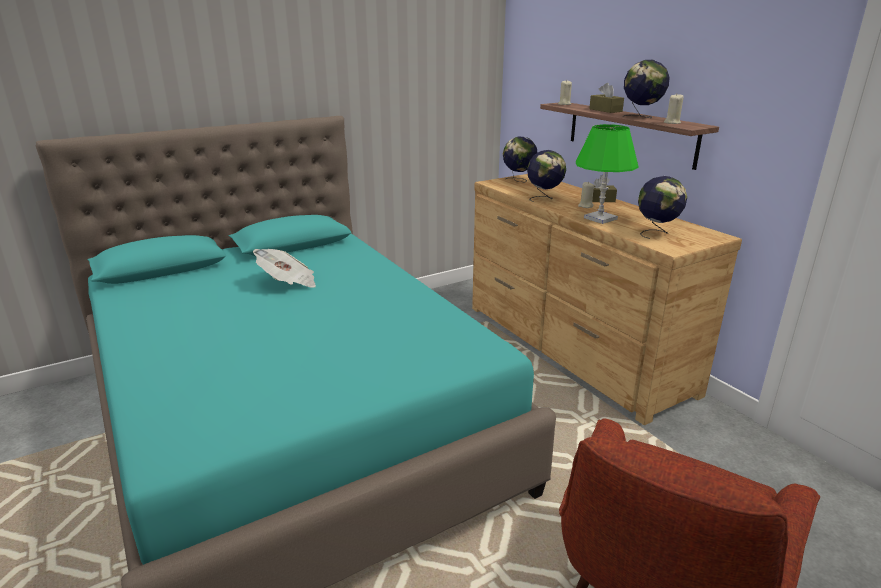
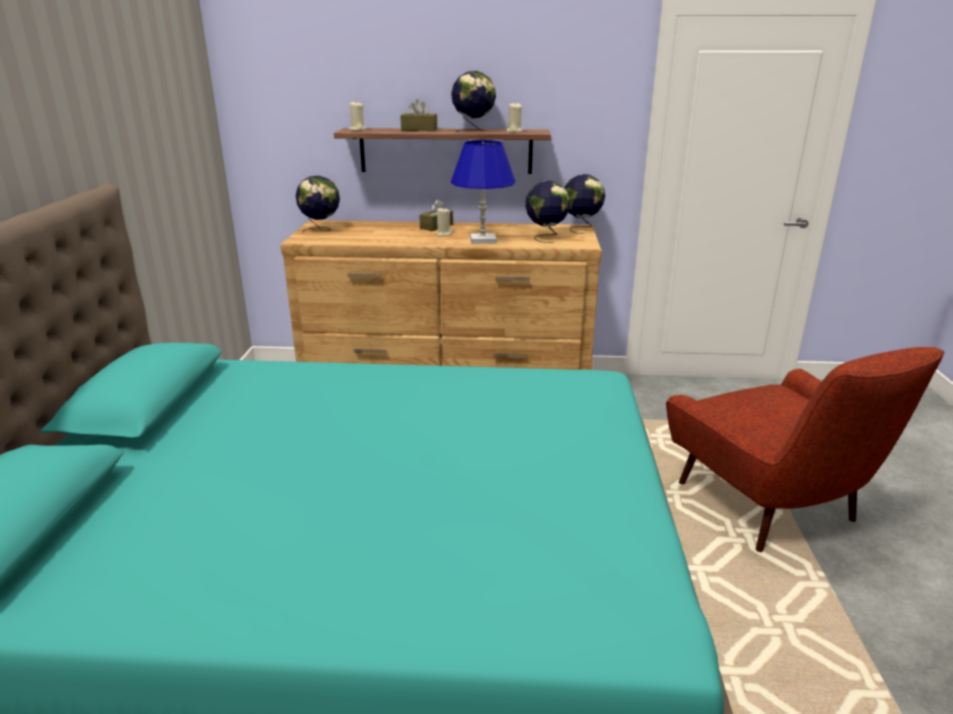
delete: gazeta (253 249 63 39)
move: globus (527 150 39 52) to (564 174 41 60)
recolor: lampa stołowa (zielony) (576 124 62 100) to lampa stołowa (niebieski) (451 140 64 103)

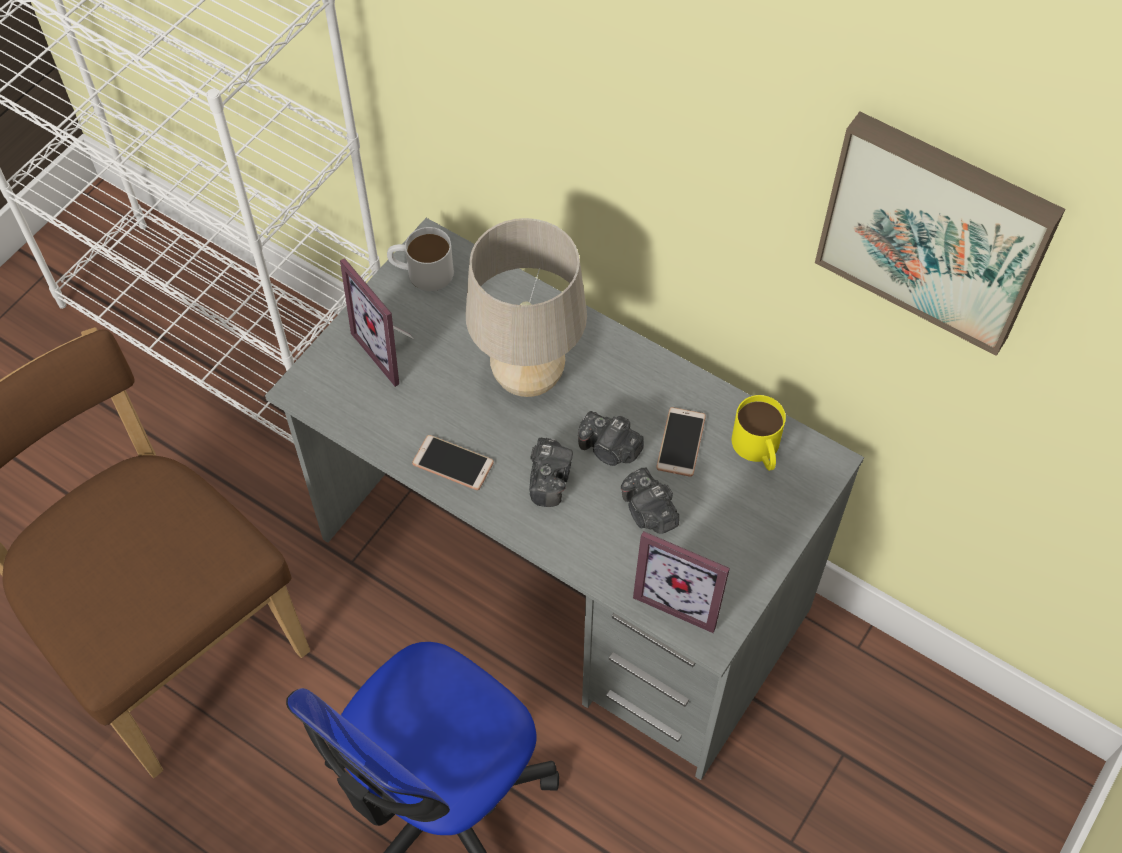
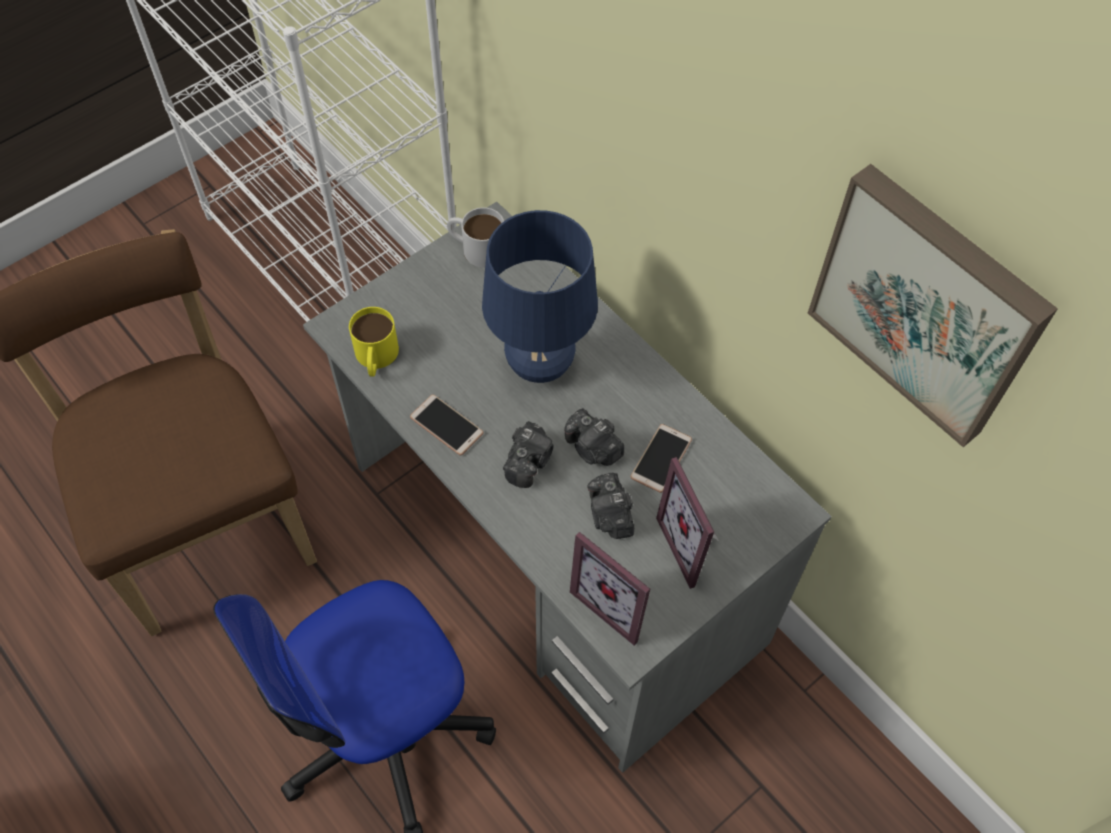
move: kubek (żółty) (732 395 54 76) to (349 307 50 70); ramka na zdjęcie (340 258 74 129) to (656 457 63 132)
recolor: lampa stołowa (beżowy) (466 218 121 179) to lampa stołowa (niebieski) (482 210 116 173)

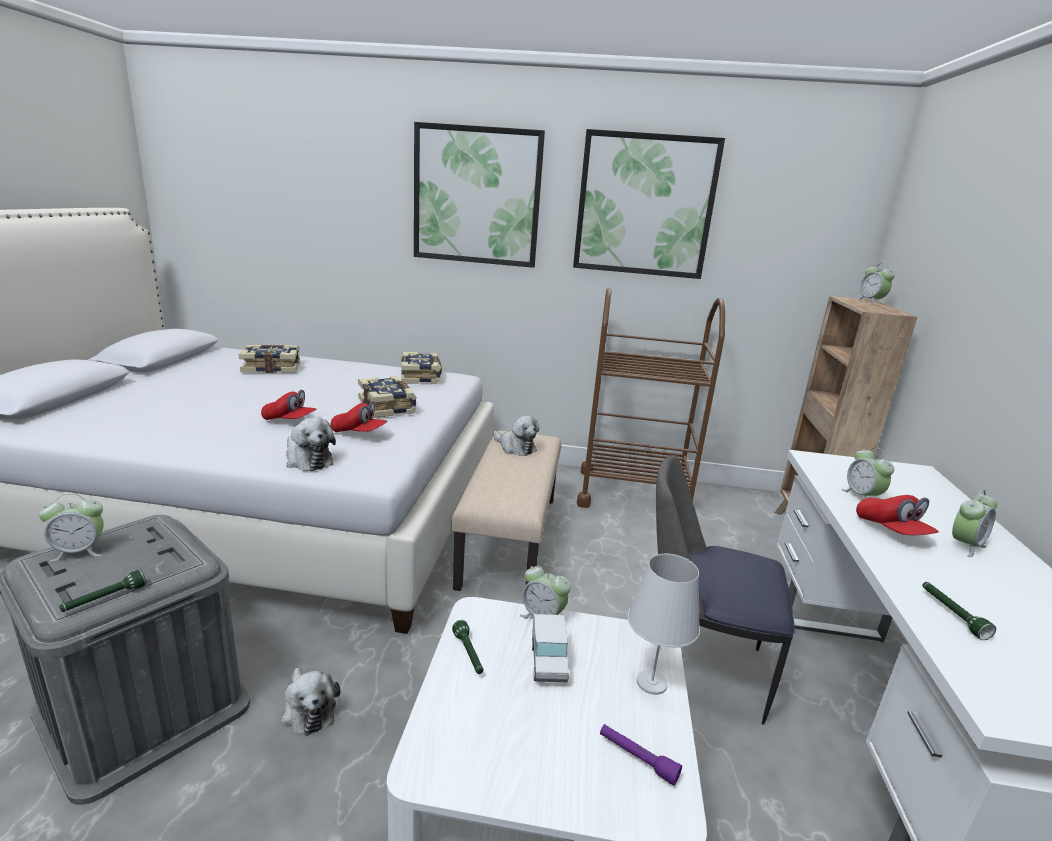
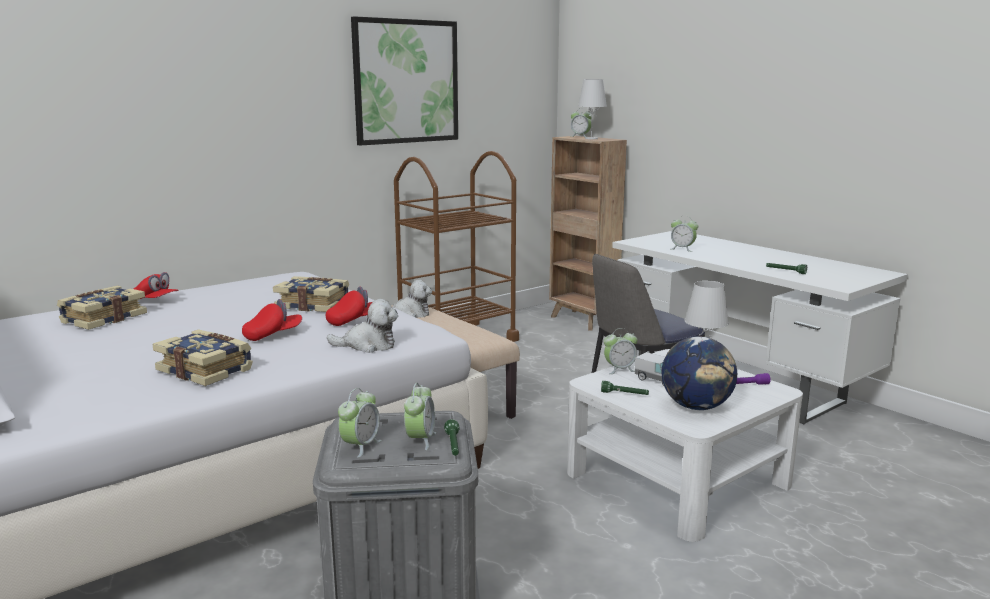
delete: pluszak (281 668 59 68); obraz (414 122 131 146)
insert: lampa stołowa (biały) (578 79 29 60); globus (662 336 75 74)
move: czapka z daszkiem (czerwony) (856 495 83 40) to (133 272 46 27); książka (401 352 41 32) to (152 329 101 57); budzik (952 490 45 67) to (404 383 32 67)

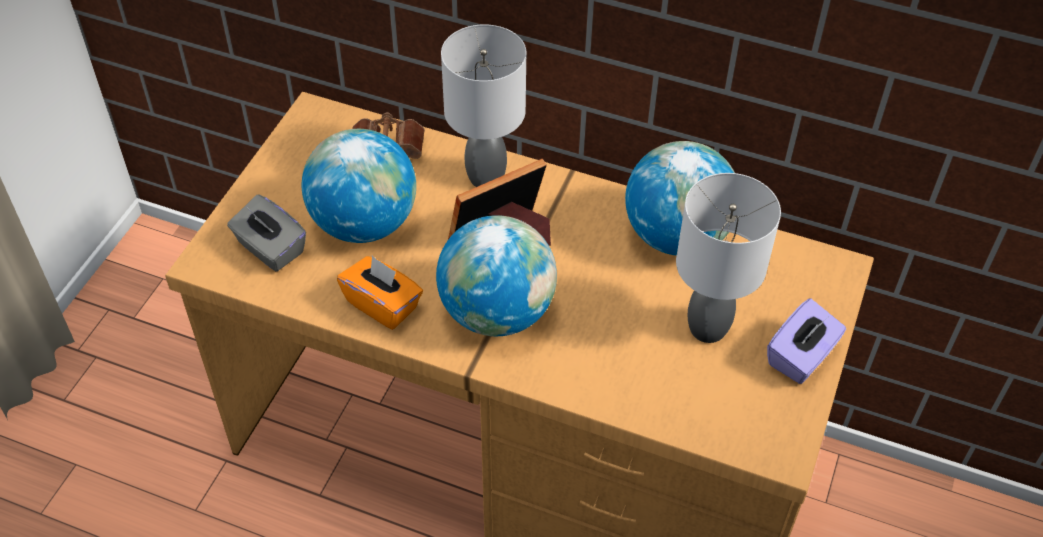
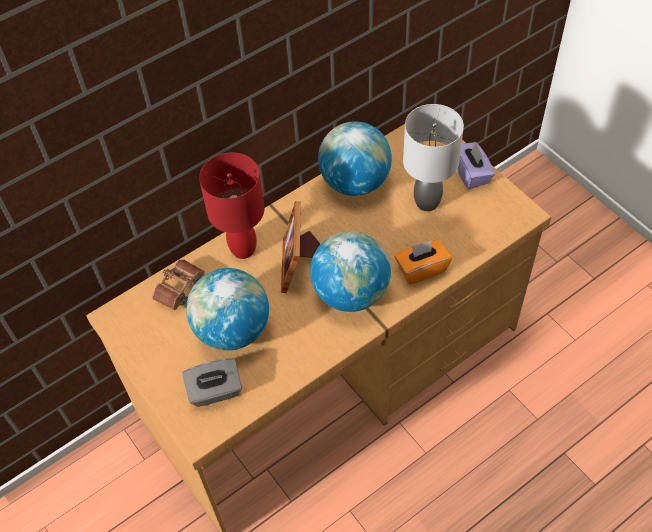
move: pudełko chusteczek (pomarańczowy) (337 255 86 75) to (395 240 57 44)
recolor: lampa stołowa (szary) (441 24 85 163) to lampa stołowa (czerwony) (199 153 66 106)

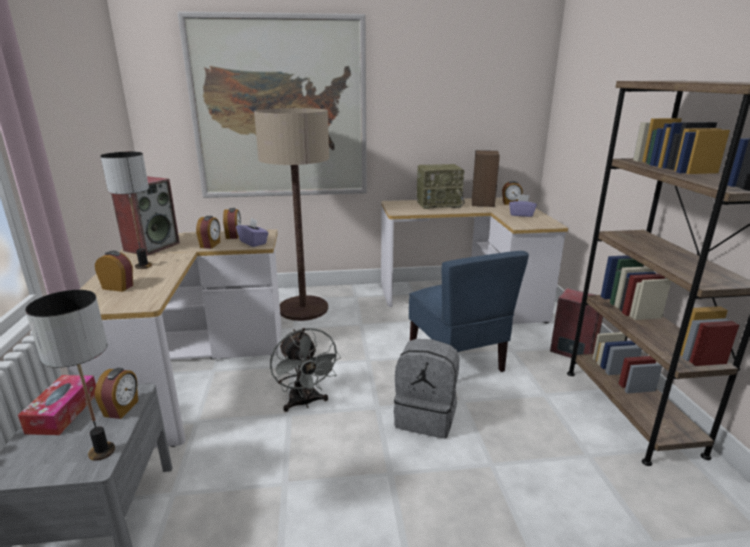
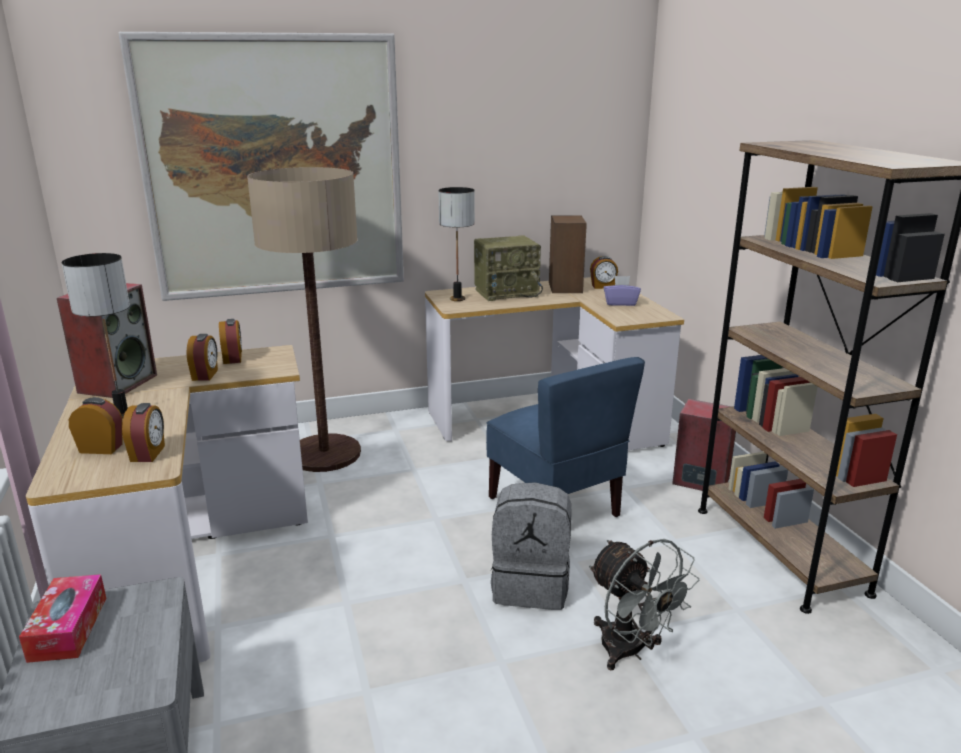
delete: pudełko chusteczek (fioletowy) (236 218 33 29)
move: budzik (95 368 43 51) to (122 403 43 59); lampa stołowa (25 290 90 171) to (438 187 37 114); wentylator (szary) (270 328 71 84) to (589 539 111 132)

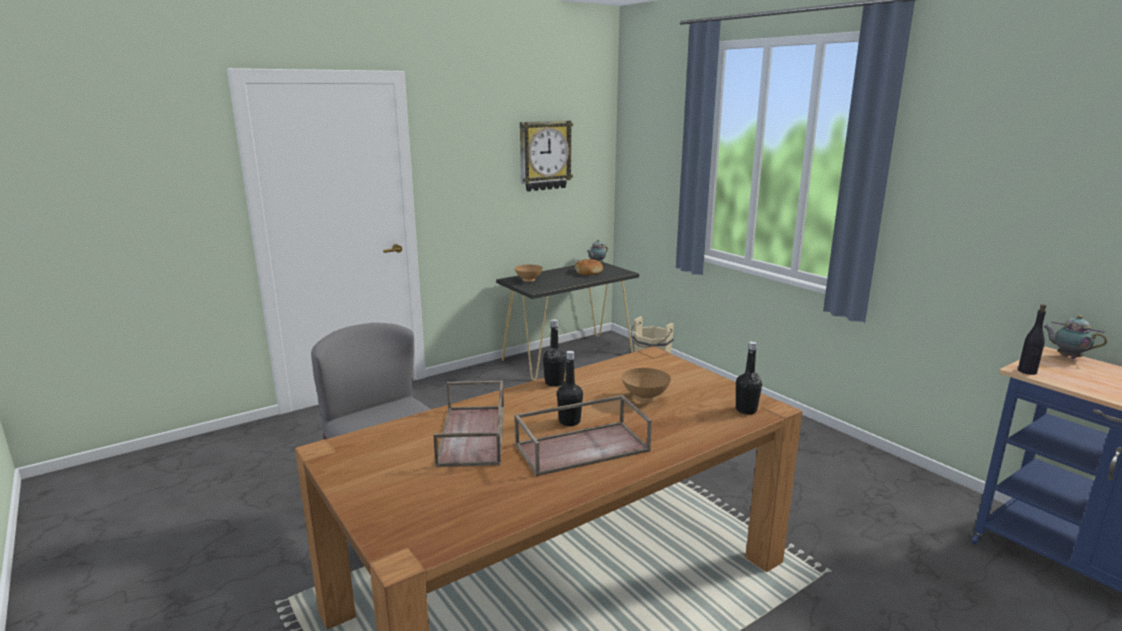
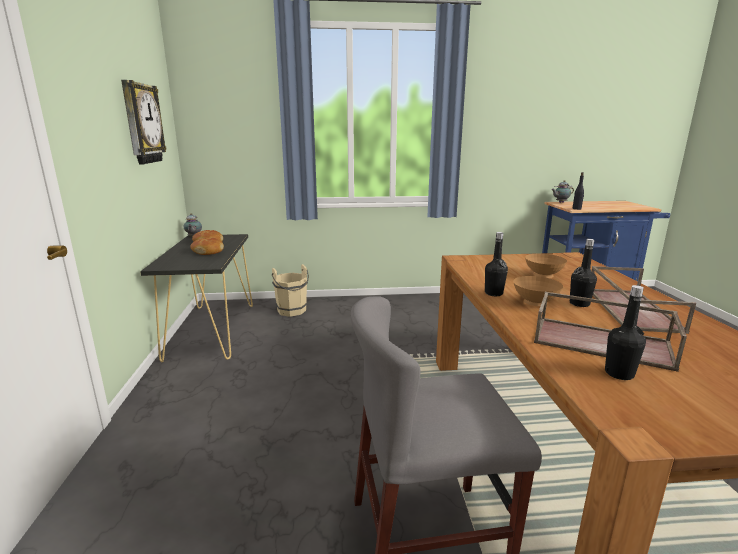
insert: chleb (190 237 34 18)
move: miska (brązowy) (515 265 28 17) to (513 276 50 30); butelka (czarny) (736 341 26 74) to (605 285 41 95)

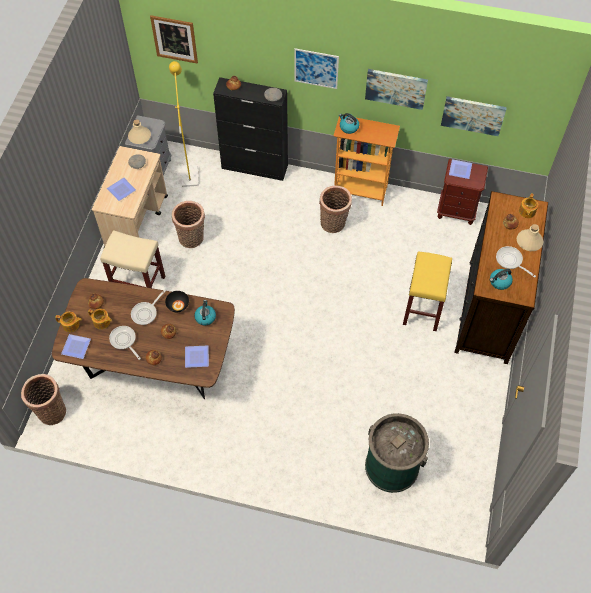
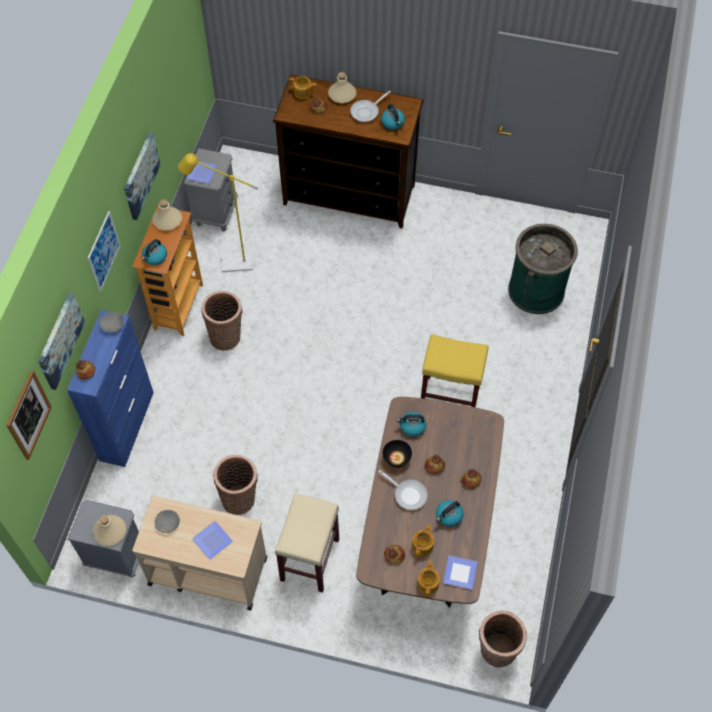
delete: talerz (185 345 24 23)
insert: butelka (beżowy) (152 199 30 32)
move: obraz (441 96 66 40) to (38 292 47 98); lampa stojąca (żółty) (169 61 30 126) to (178 153 81 119); stołek (żółty) (403 251 49 80) to (421 334 68 73)
replace: patelnia (109 326 32 34) to czajnik (436 500 27 27)
recolor: szafka (czarny) (213 77 75 104) to szafka (niebieski) (67 310 87 157); szafka nocna (brązowy) (437 159 51 66) to szafka nocna (szary) (184 148 54 84)

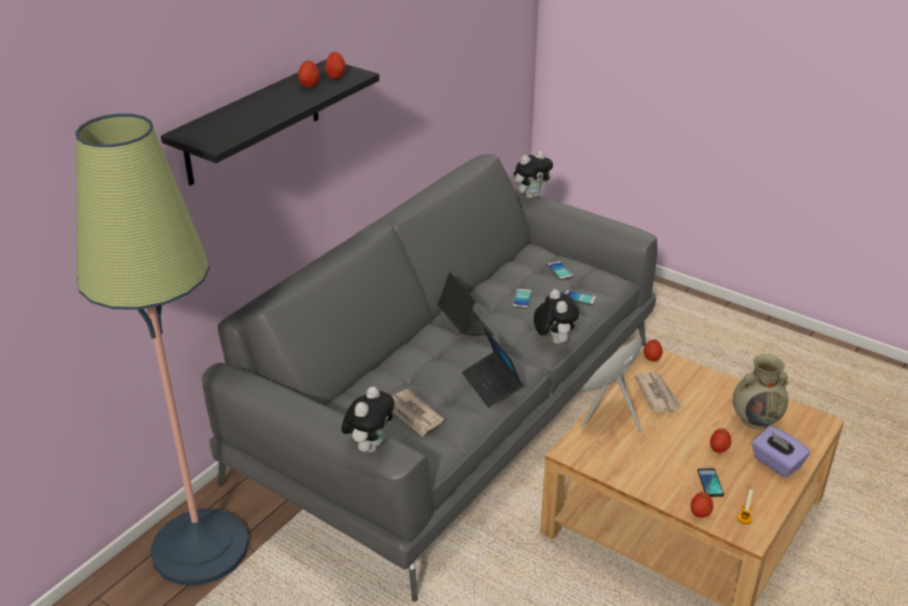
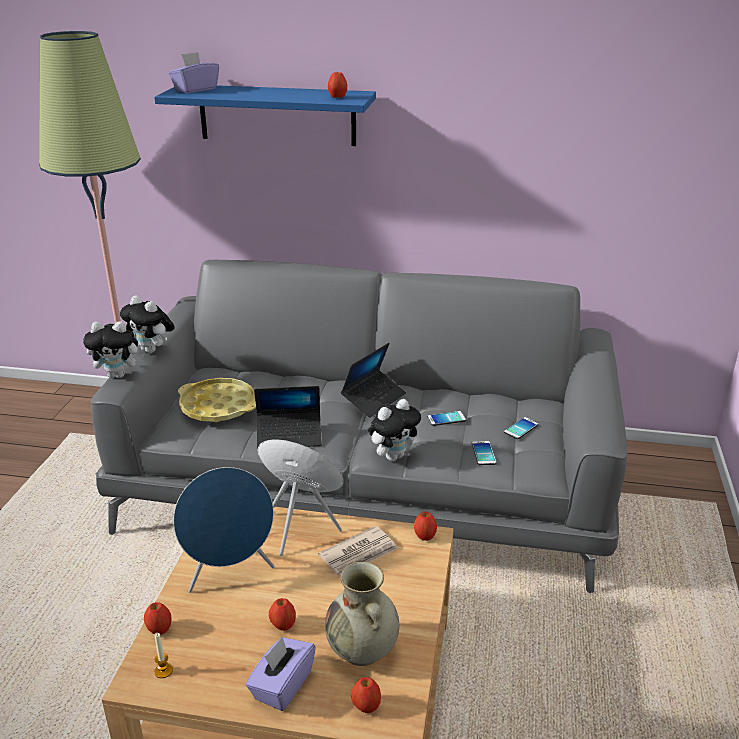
delete: telefon (697 468 27 29)
insert: pudełko chusteczek (fioletowy) (169 52 50 41); głośnik (niebieski) (173 467 102 126)
move: pluszak (514 151 39 47) to (120 295 55 58); jabłko (298 61 21 26) to (351 677 30 36)
replace: gazeta (392 389 52 48) to taca (żółty) (178 378 78 44)
recolor: półka (czarny) (161 59 218 127) to półka (niebieski) (154 85 222 61)
rotate: laptop (462 326 61 81) = (254 386 68 63) 135 degrees counterclockwise

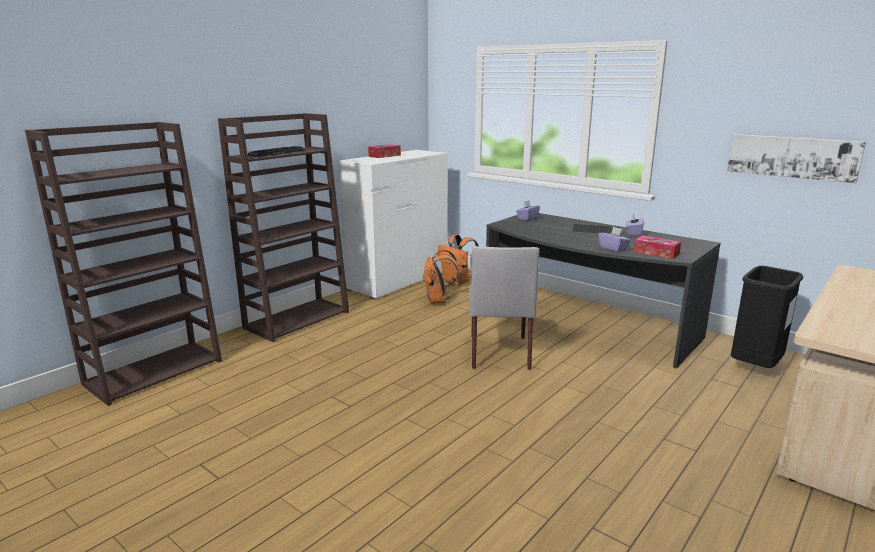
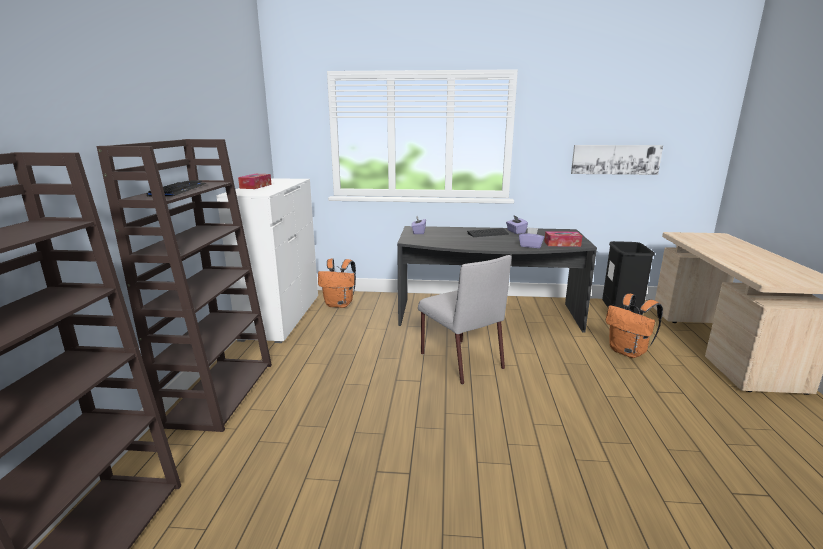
move: plecak (pomarańczowy) (423 250 38 54) to (606 294 57 64)

